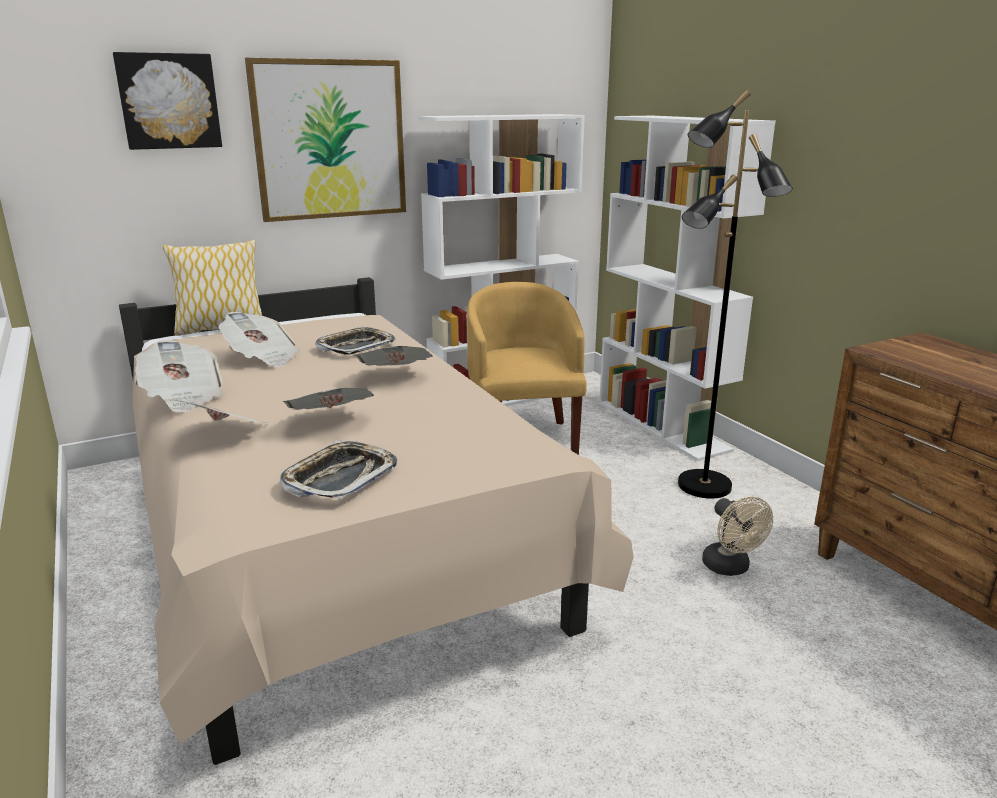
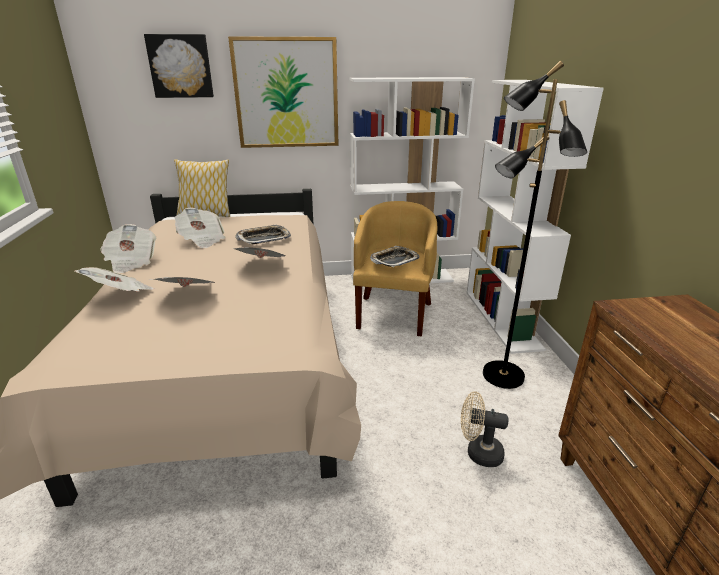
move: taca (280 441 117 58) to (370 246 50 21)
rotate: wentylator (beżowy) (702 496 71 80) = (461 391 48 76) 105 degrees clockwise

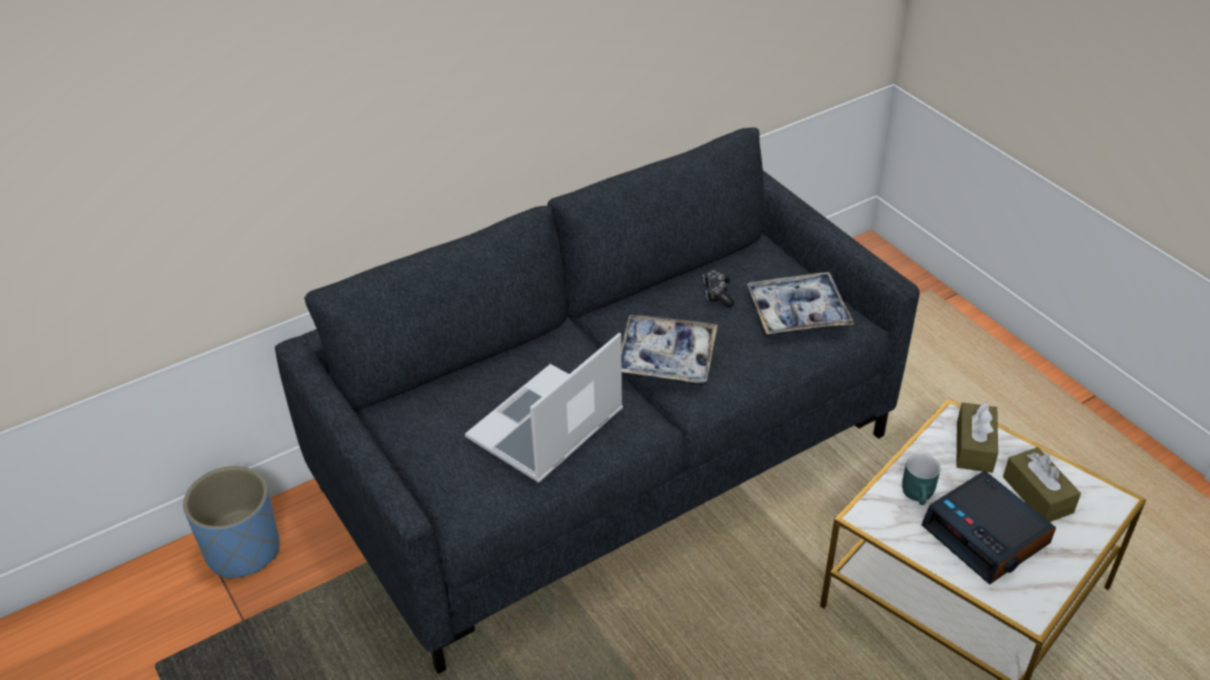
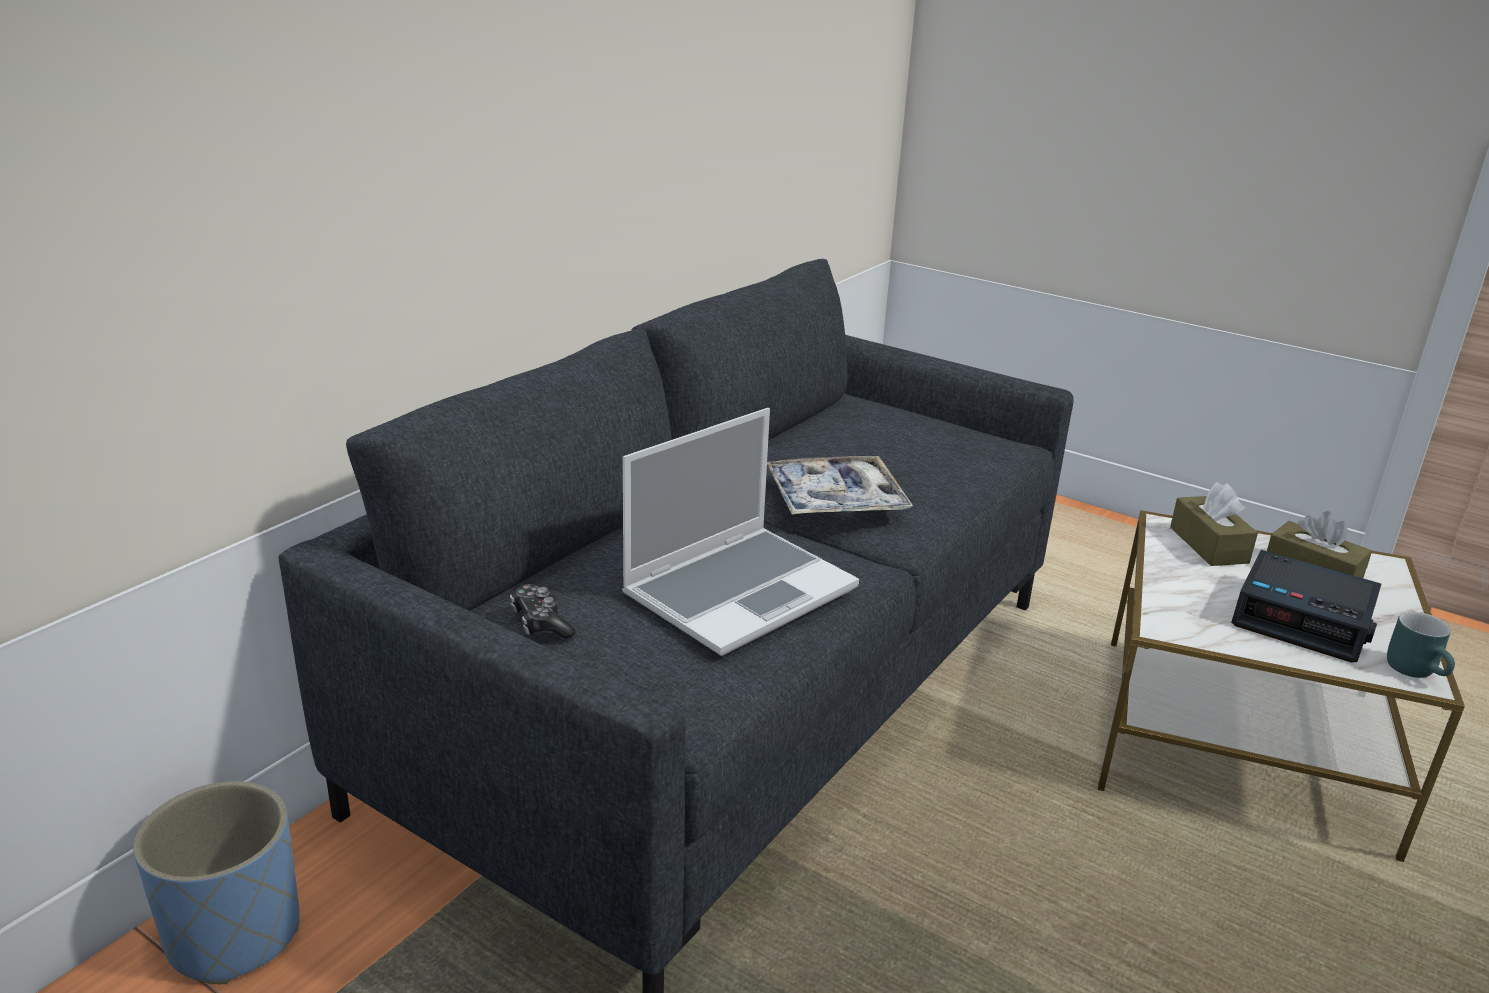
delete: taca (747 272 107 62)
move: pad do gier (703 270 31 37) to (510 584 65 55); kubek (turkusowy) (902 454 38 51) to (1387 611 68 67)
rotate: laptop (465 332 158 151) = (622 408 237 248) 150 degrees counterclockwise

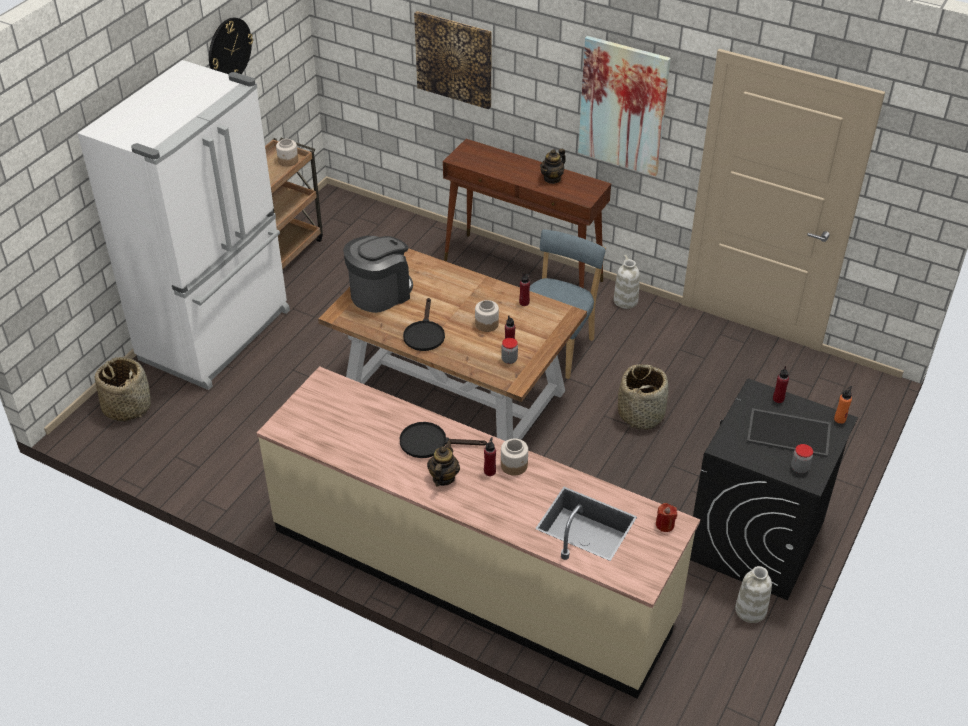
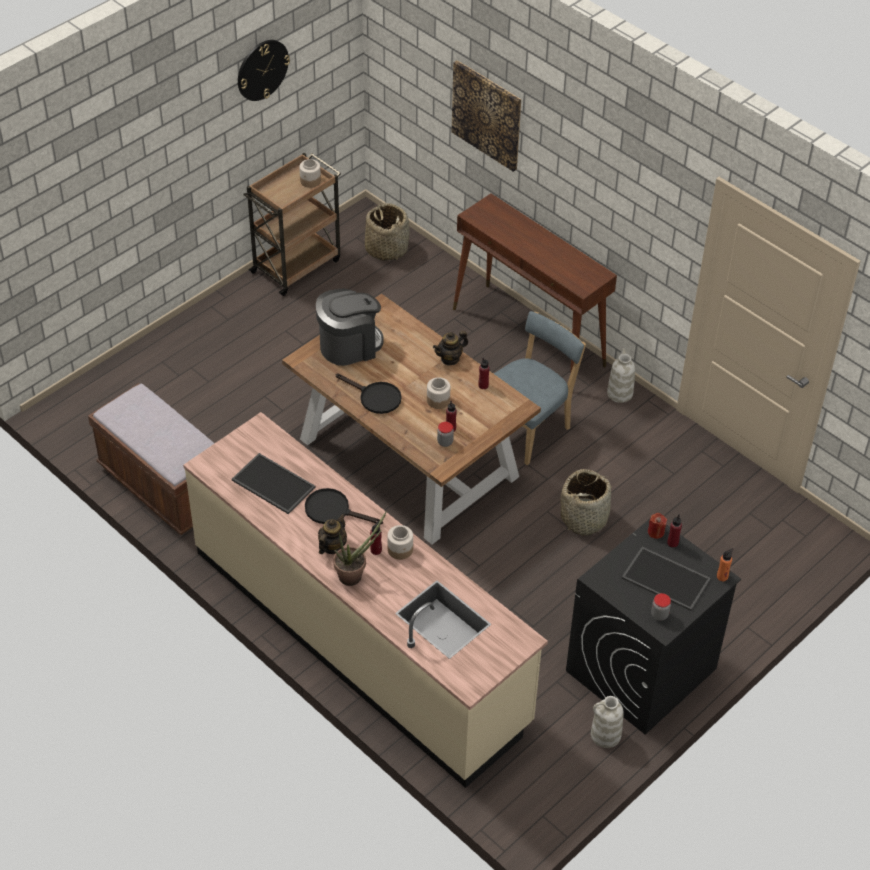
delete: lodówka (biały) (78 60 212 330); obraz (578 36 93 140)
insert: ławka (brązowy) (88 383 127 152); taca (232 453 84 61); roślina doniczkowa (333 511 54 75)
move: koszyk (95 357 56 65) to (365 203 45 58); imbryk (540 149 26 35) to (433 331 35 35); świeca (czerwony) (656 503 21 29) to (648 513 19 26)
rotate: patelnia (czarny) (403 298 42 53) = (336 374 65 40) 75 degrees counterclockwise

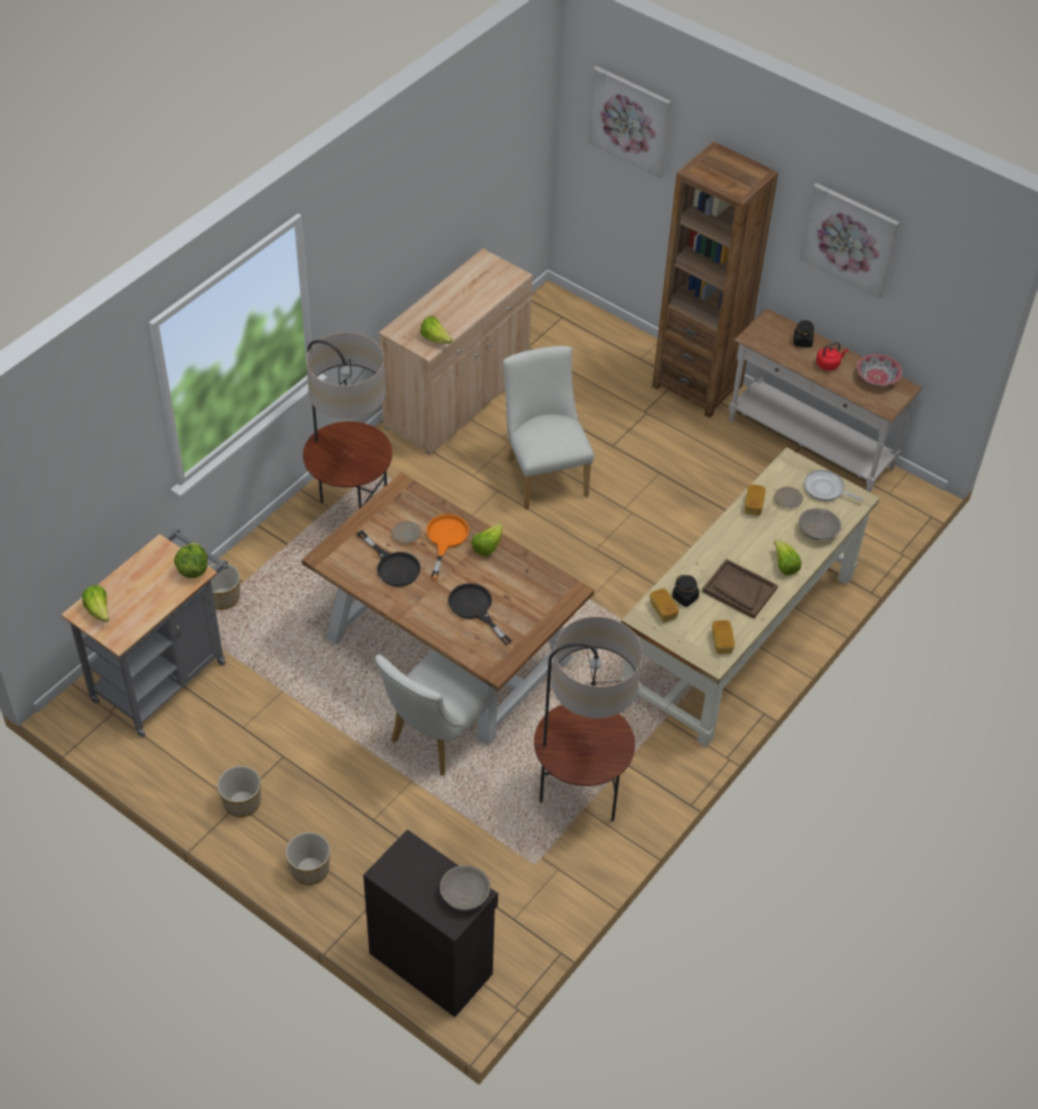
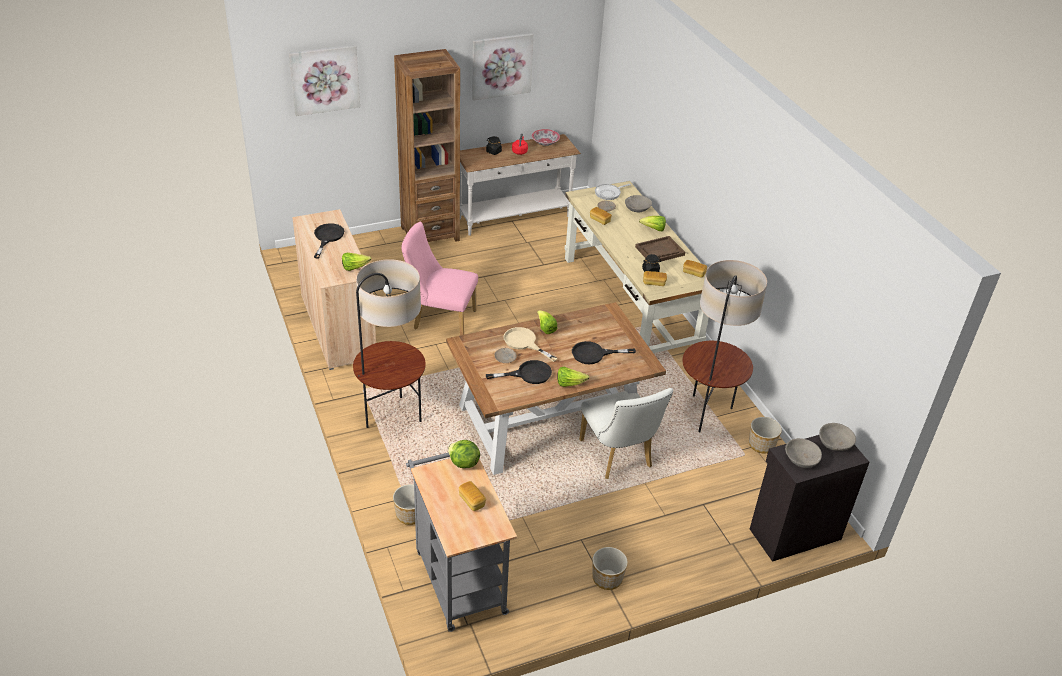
insert: patelnia (czarny) (314 223 30 35); chleb (459 481 27 30); miska (szary) (785 438 37 30)
move: sałata (82 585 27 37) to (557 367 32 20); donica (286 832 44 53) to (749 417 33 37)
recolor: krzesło (biały) (503 346 91 164) to krzesło (różowy) (402 221 76 115); patelnia (pomarańczowy) (426 514 43 65) to patelnia (beżowy) (503 327 55 35)

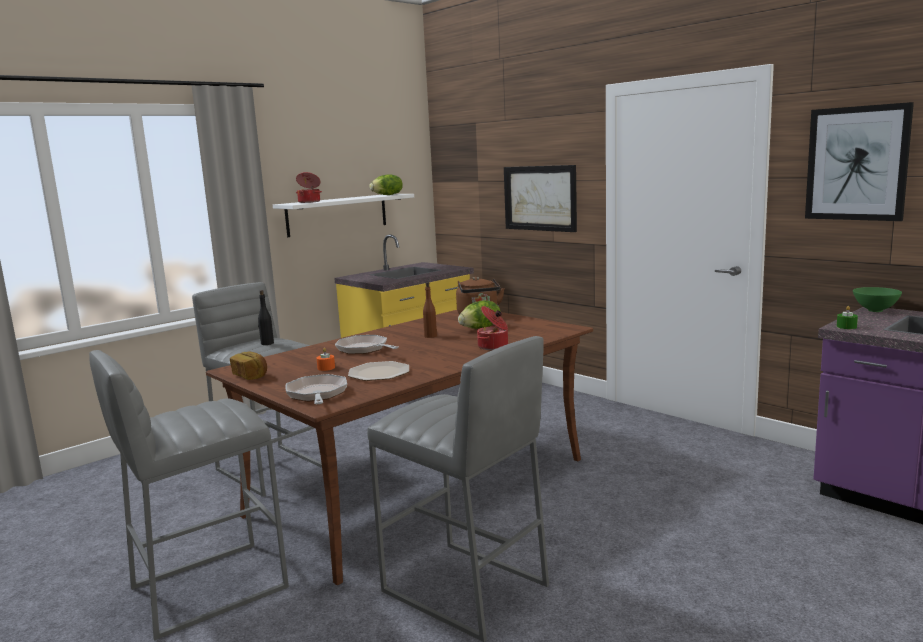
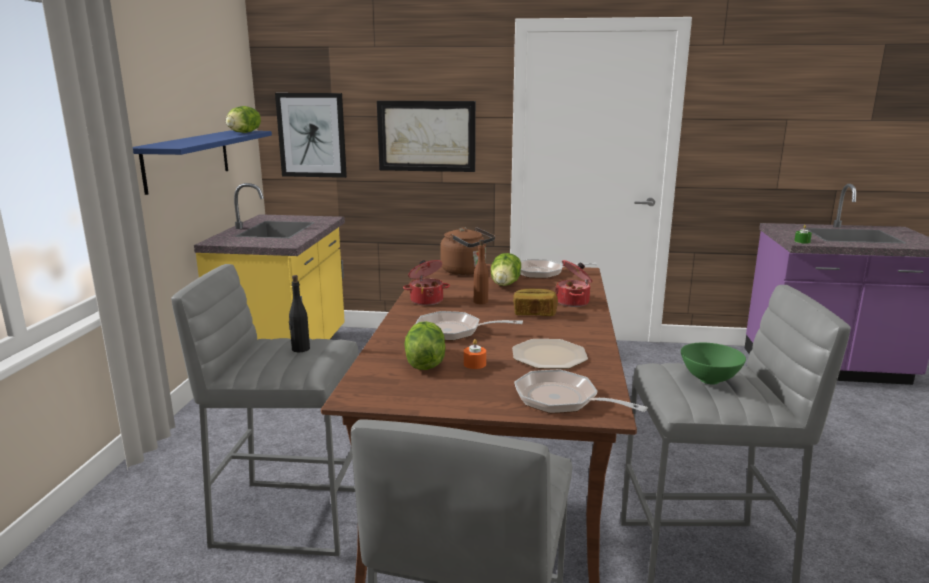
insert: sałata (404 321 42 49); patelnia (520 259 77 20)
move: obraz (805 102 109 119) to (275 93 72 85); garnek (296 172 26 31) to (403 260 47 45); chleb (230 352 37 28) to (513 289 45 27); miska (zielony) (853 287 49 25) to (681 343 65 41)
recolor: półka (biały) (273 194 141 43) to półka (niebieski) (133 131 139 64)

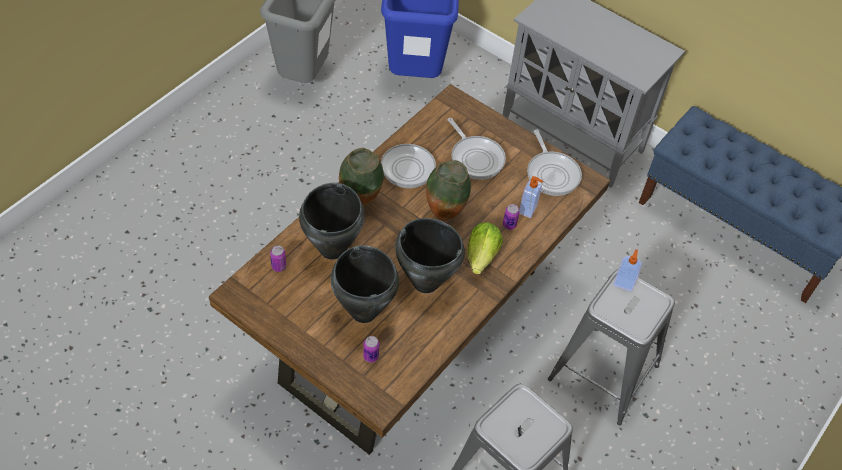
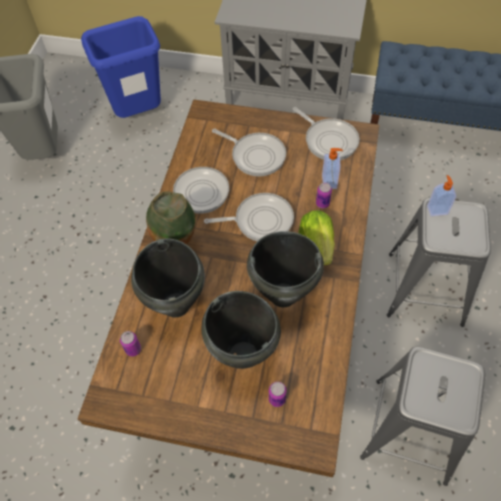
replace: wazon (426 160 45 61) to patelnia (204 193 90 48)

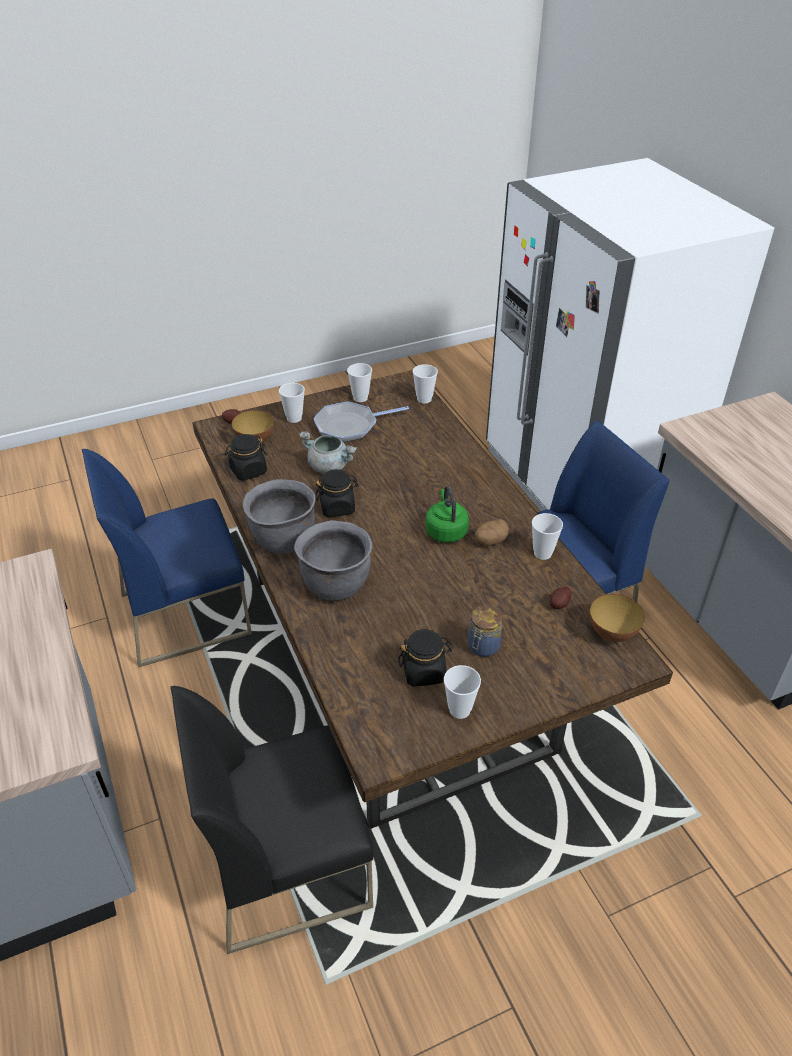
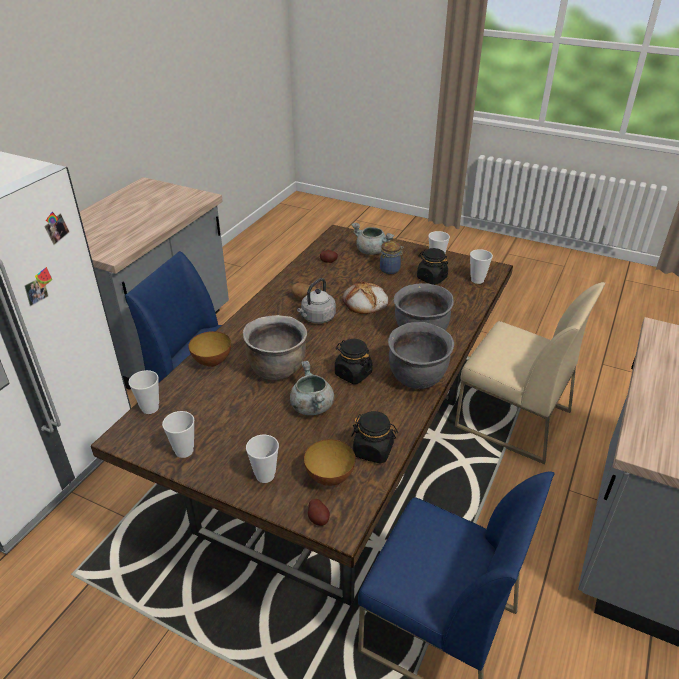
delete: patelnia (313 401 96 41)
insert: garnek (brązowy) (243 315 64 65); chleb (342 281 46 33); garnek (szary) (352 223 42 32)
move: miska (589 594 56 48) to (188 331 43 36); filiżanka (532 513 31 47) to (470 249 23 35)
recolor: czajnik (zielony) (426 486 43 57) to czajnik (szary) (297 278 39 46); krzesło (czarny) (170 686 204 268) to krzesło (beżowy) (455 282 151 182)

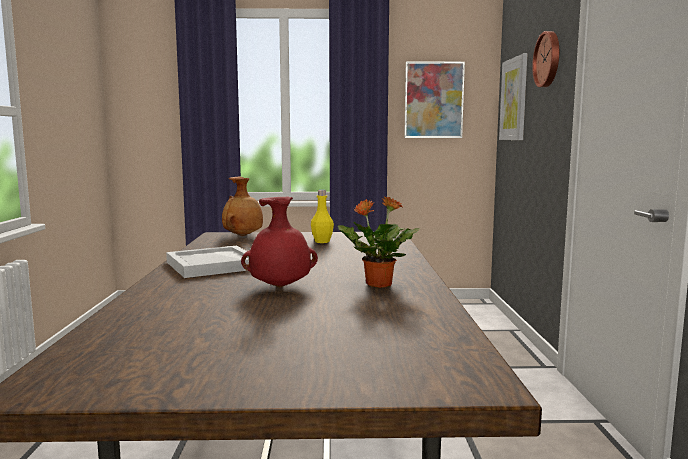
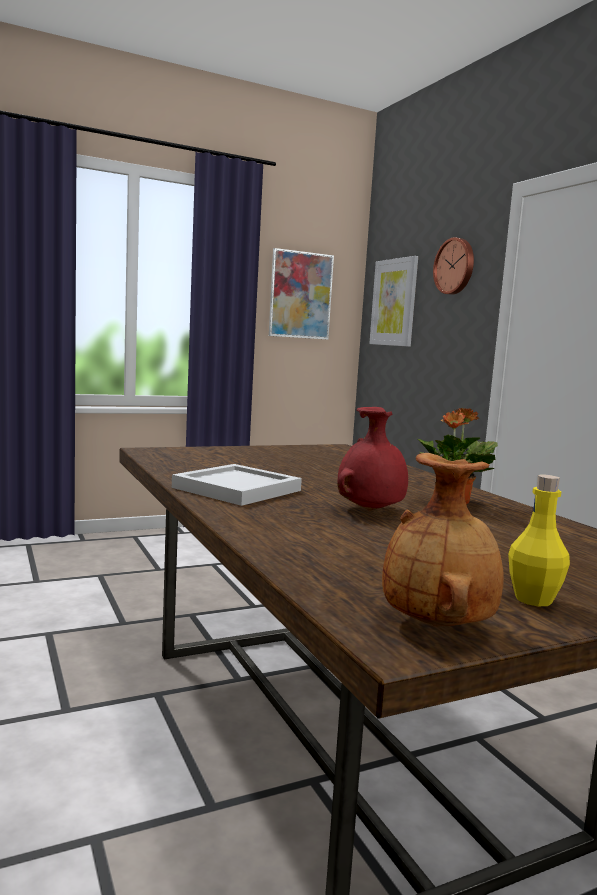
move: wazon (brązowy) (222 177 41 59) to (382 453 122 173); butelka (żółty) (311 190 23 53) to (508 475 62 131)

